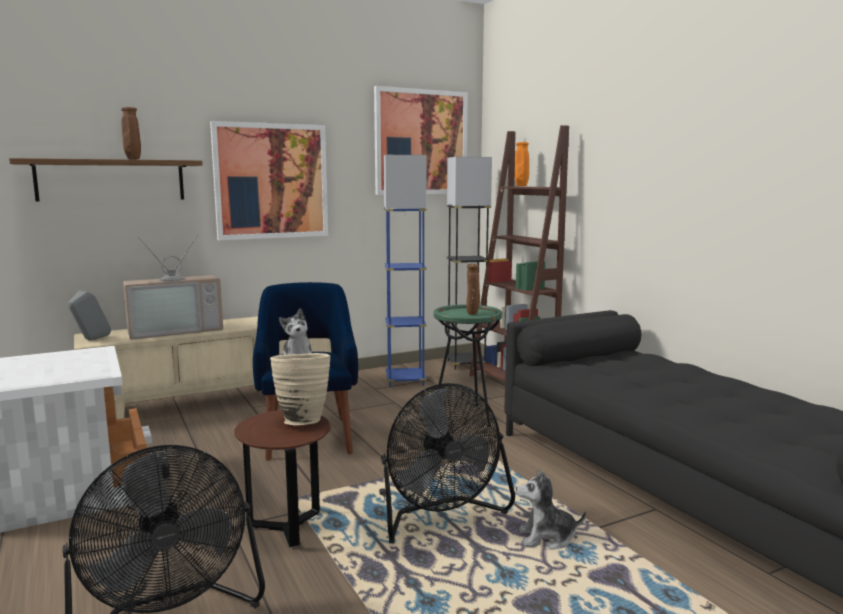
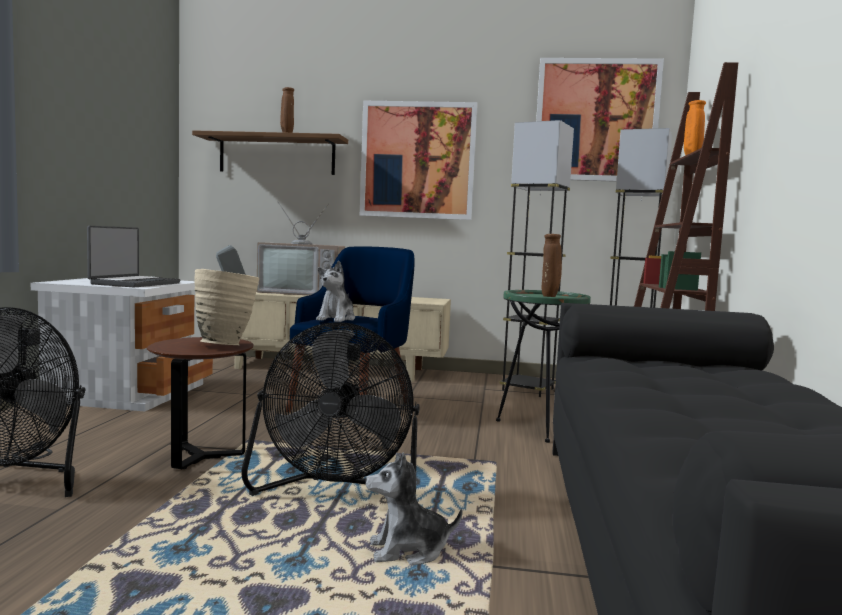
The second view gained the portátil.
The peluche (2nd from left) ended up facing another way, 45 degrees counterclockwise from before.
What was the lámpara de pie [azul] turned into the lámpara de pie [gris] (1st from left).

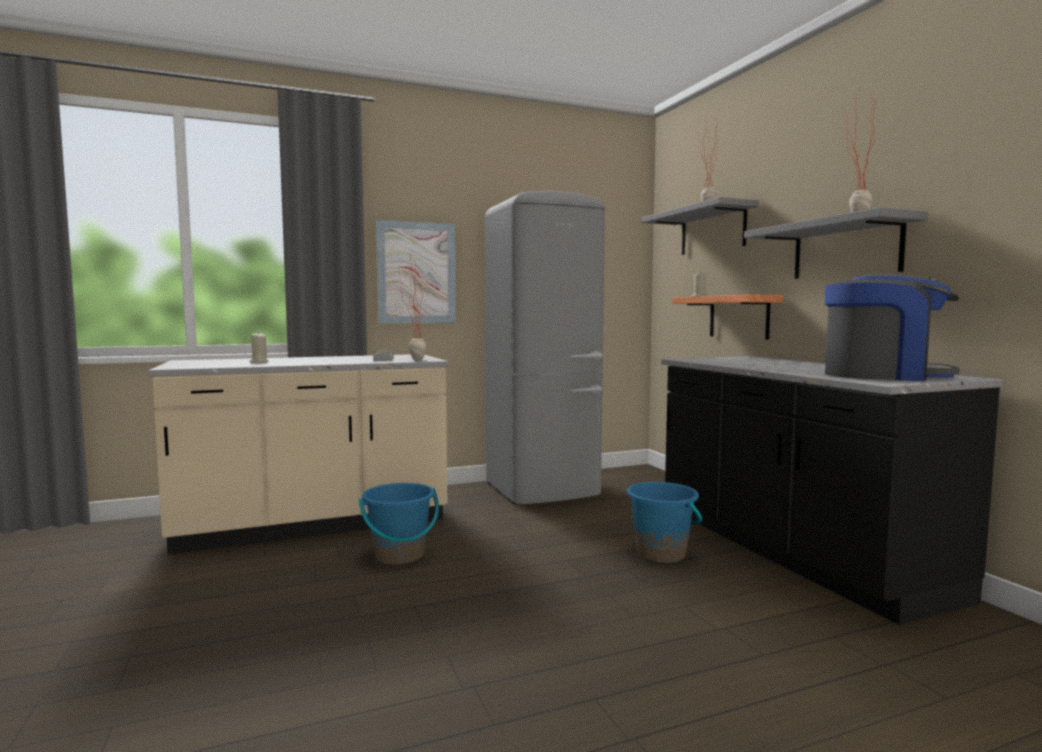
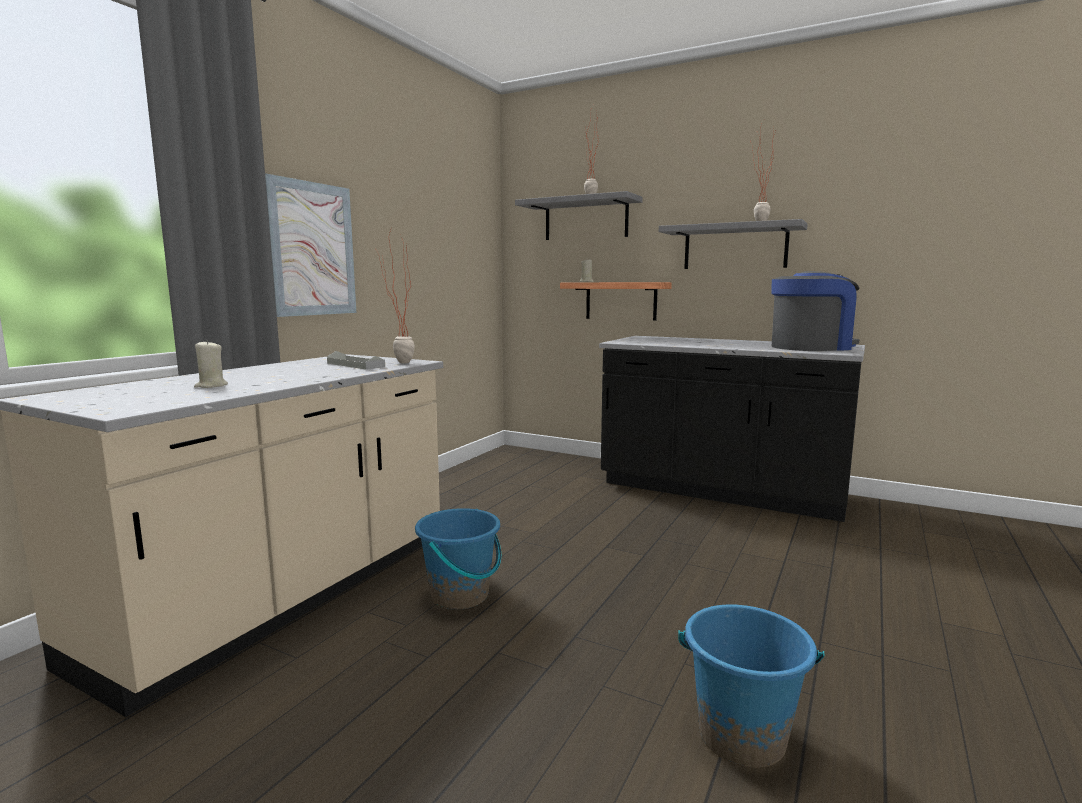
The cubo [azul] (2nd from left) ended up elsewhere.
The second view lost the nevera [gris].

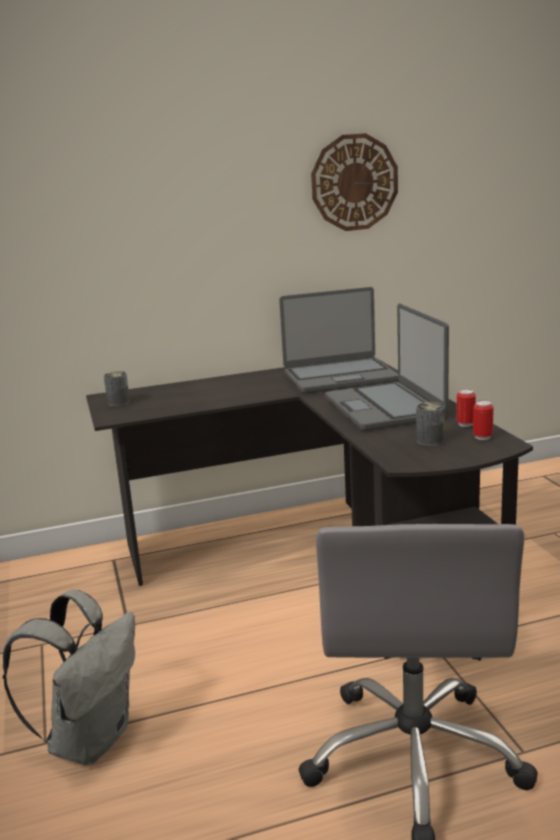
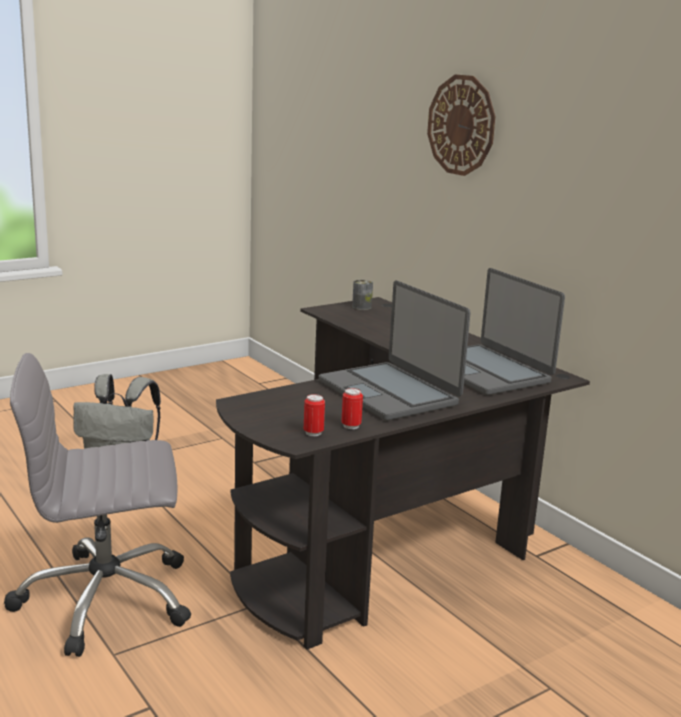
The portátil (2nd from left in the first image) ended up facing another way, 90 degrees counterclockwise from before.
The reloj de pared ended up elsewhere.
The second view lost the lata (2nd from left).

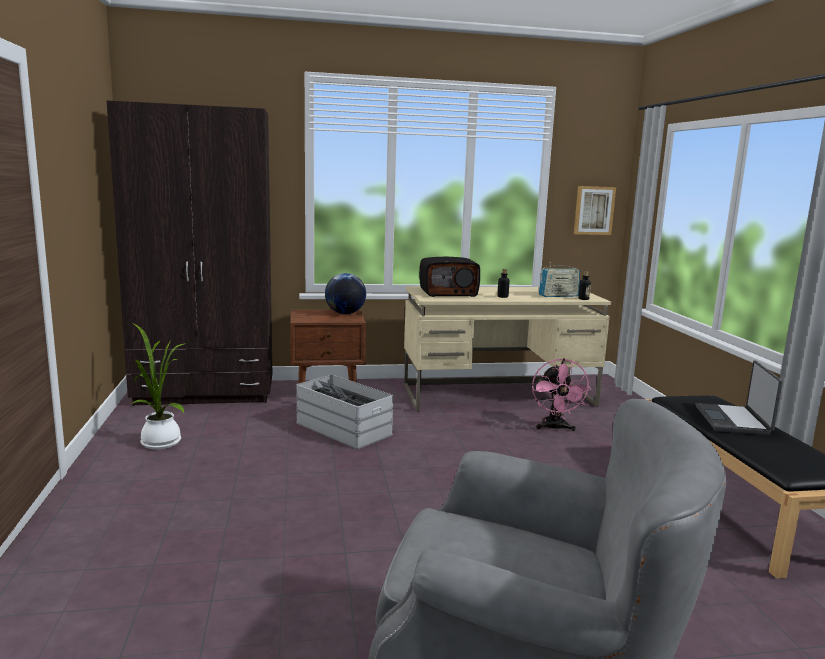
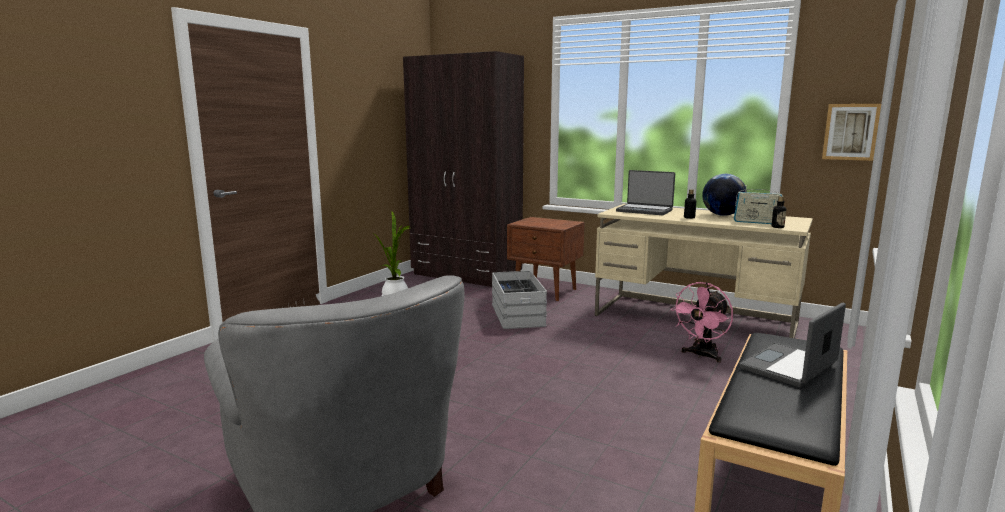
Where the radio (1st from left) stood, the portátil (1st from left) came to stand.
The globo terráqueo ended up elsewhere.

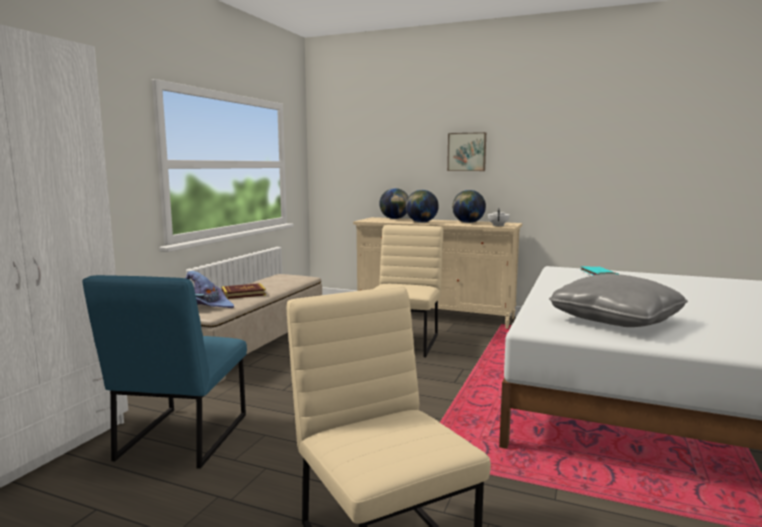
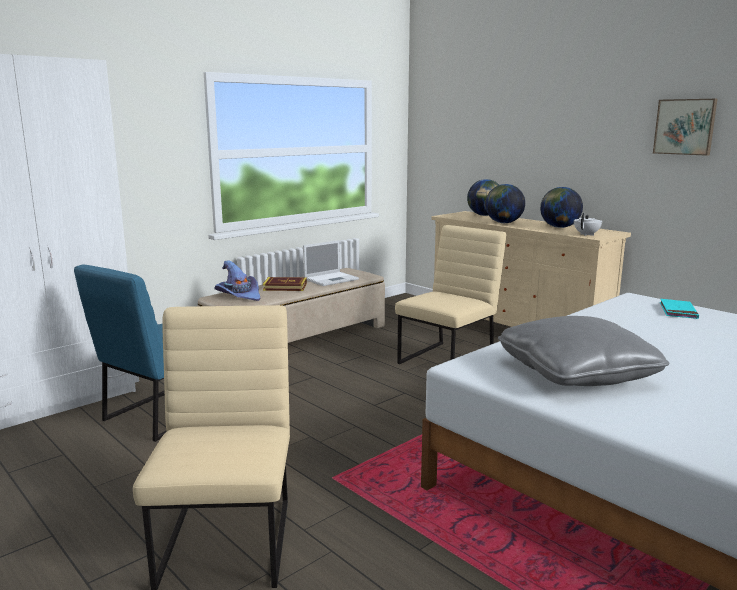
The second view gained the portátil.
The cuadro ended up elsewhere.

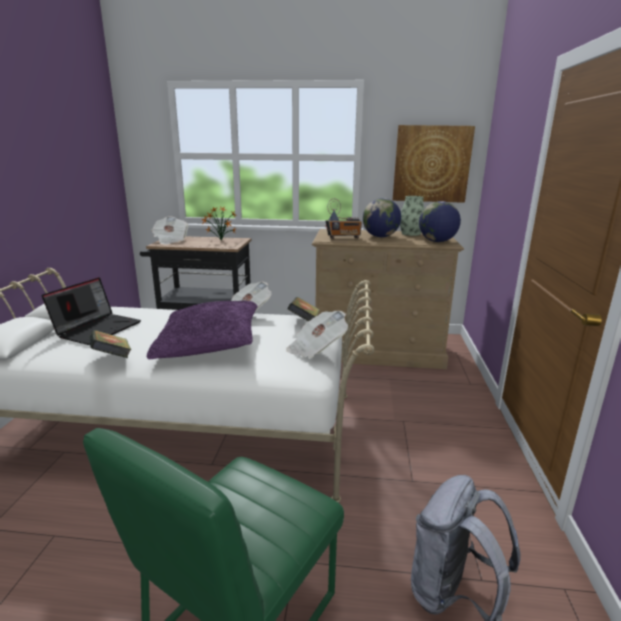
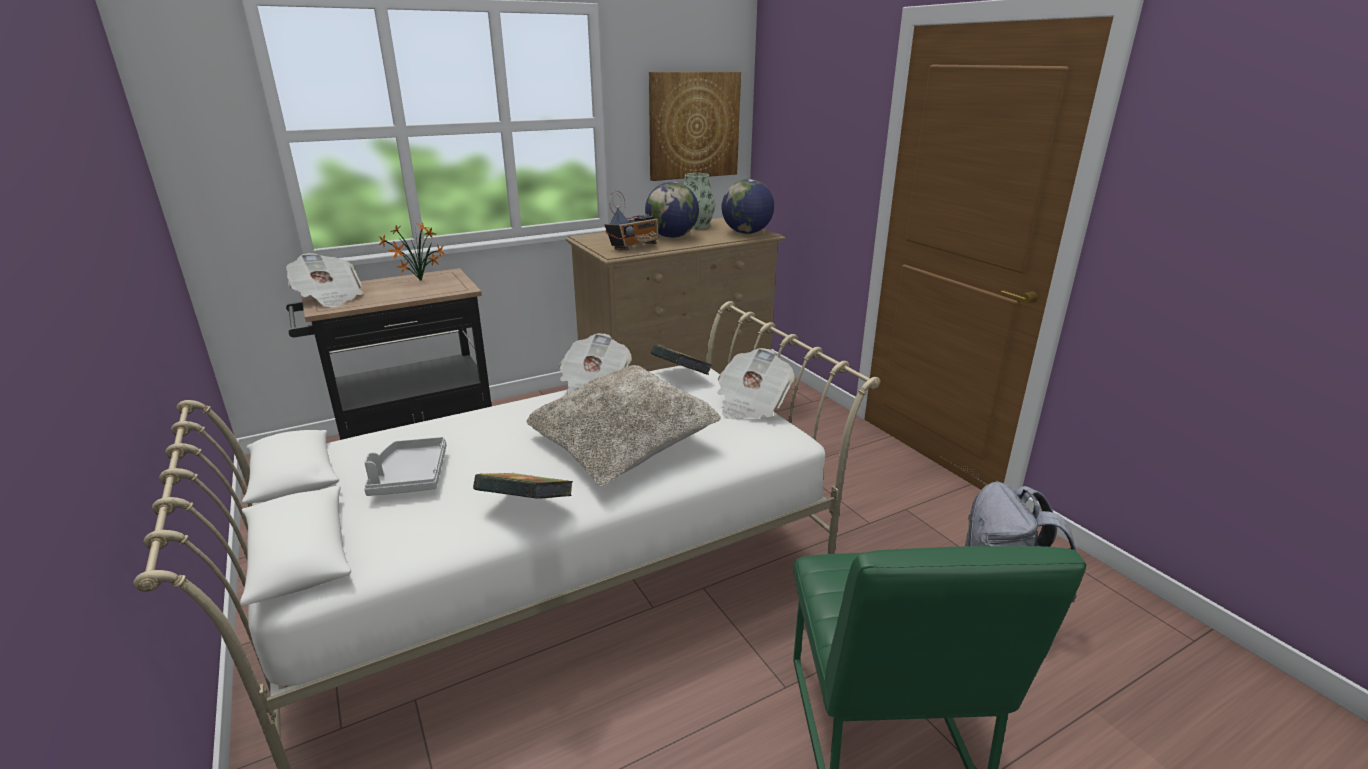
Where the portátil stood, the bandeja [gris] came to stand.
What was the cojín [morado] turned into the cojín [beis].

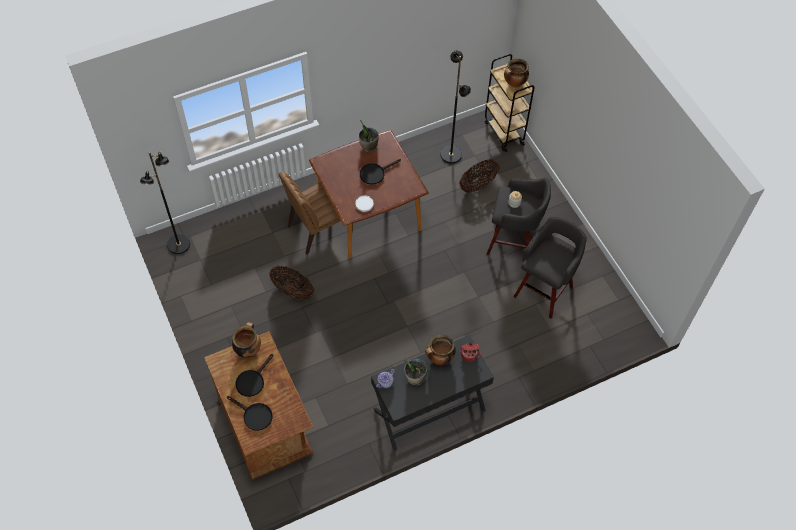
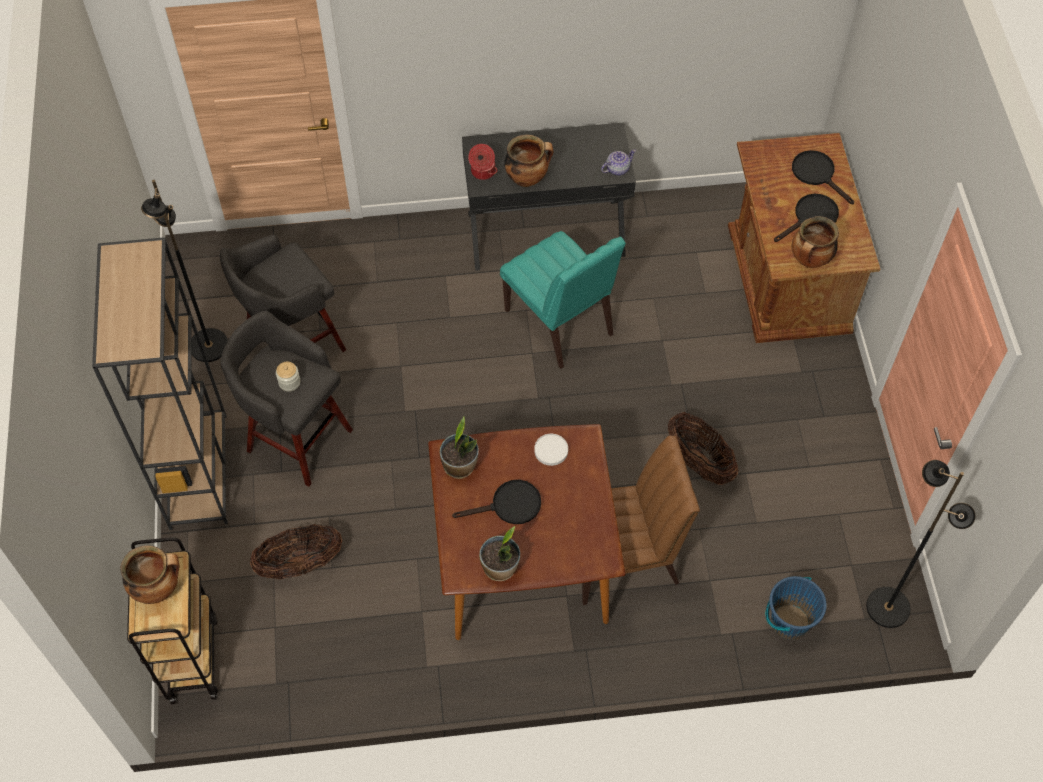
The second view gained the estantería.
The lámpara de pie [negro] (2nd from left in the first image) ended up elsewhere.
The planta en maceta (2nd from left in the first image) ended up elsewhere.
The second view gained the silla [turquesa].
The second view gained the cubo [azul].

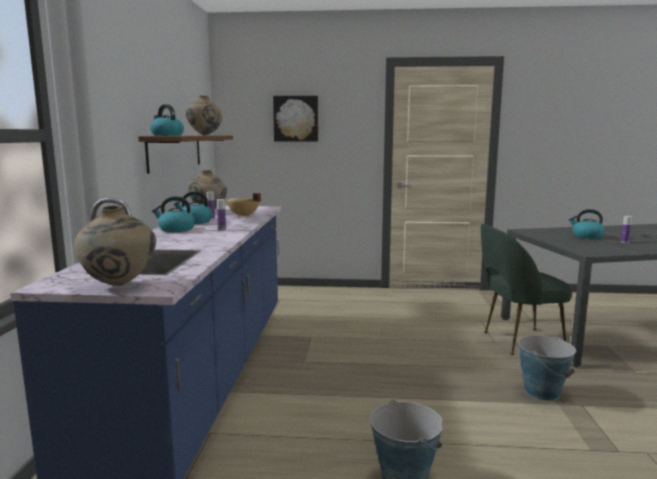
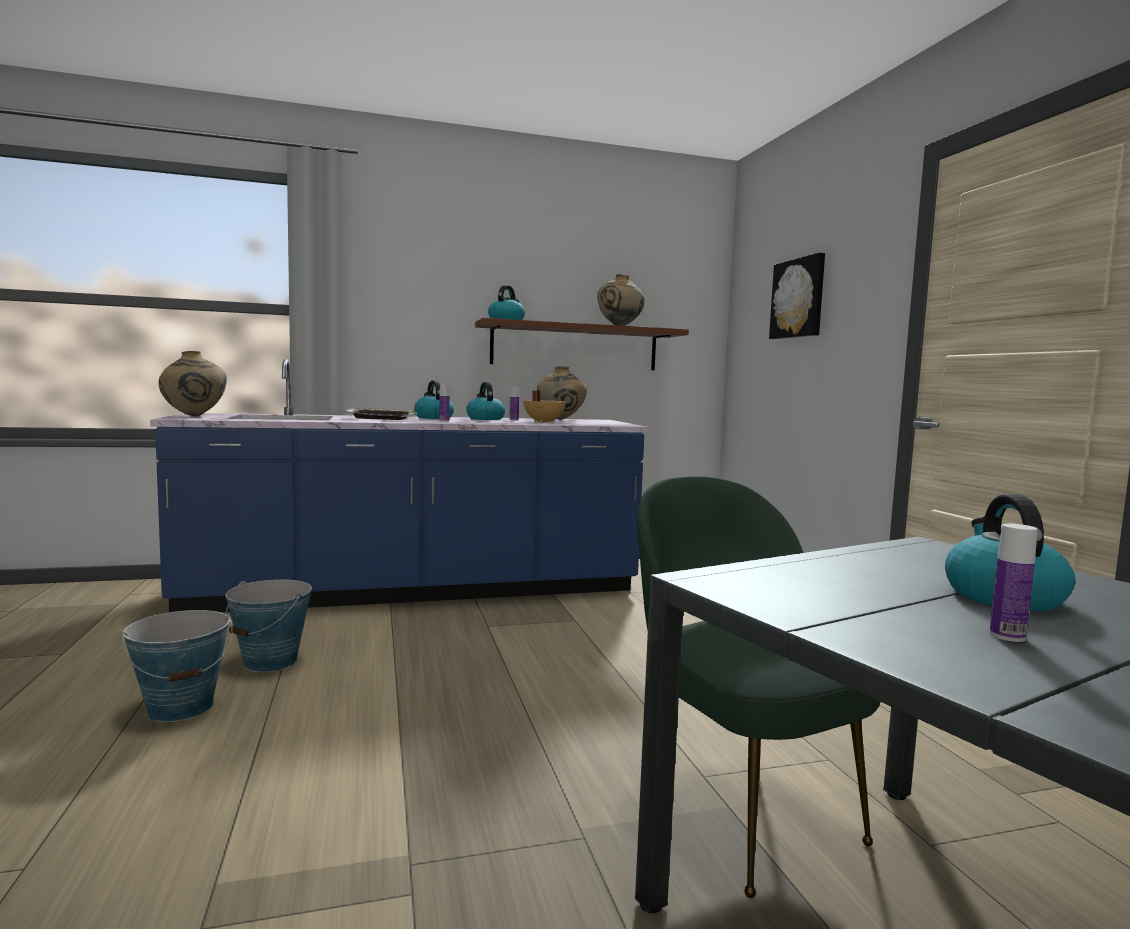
The cubo (2nd from left) ended up elsewhere.
The second view gained the bandeja.

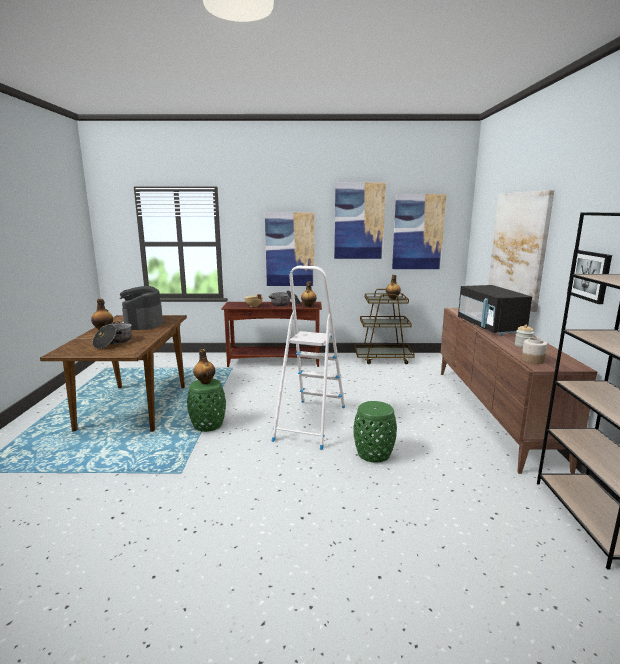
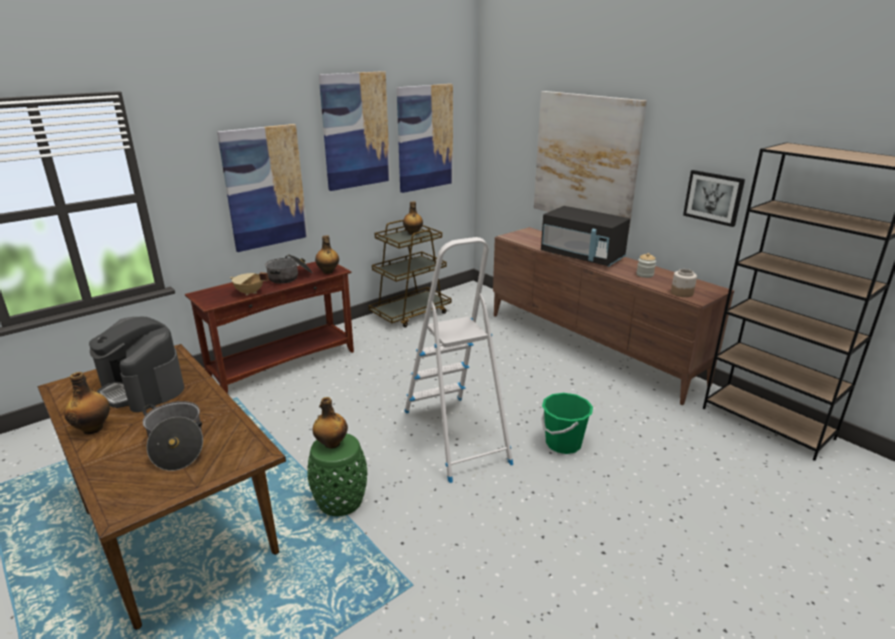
Where the taburete [verde] (2nd from left) stood, the cubo [verde] came to stand.

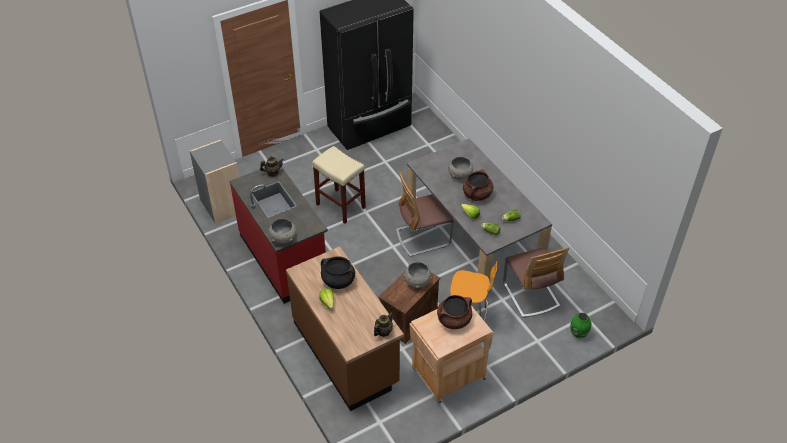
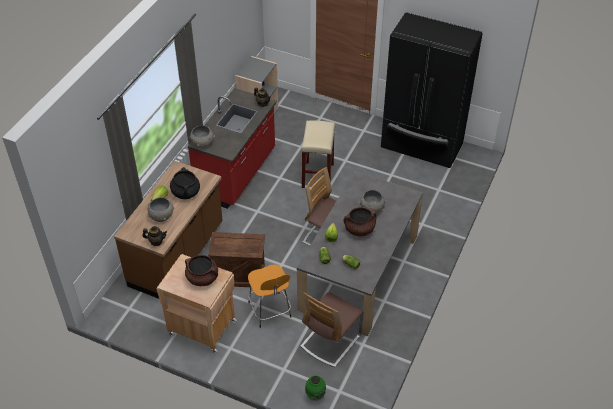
The cuenco [gris] (2nd from left in the first image) ended up elsewhere.

